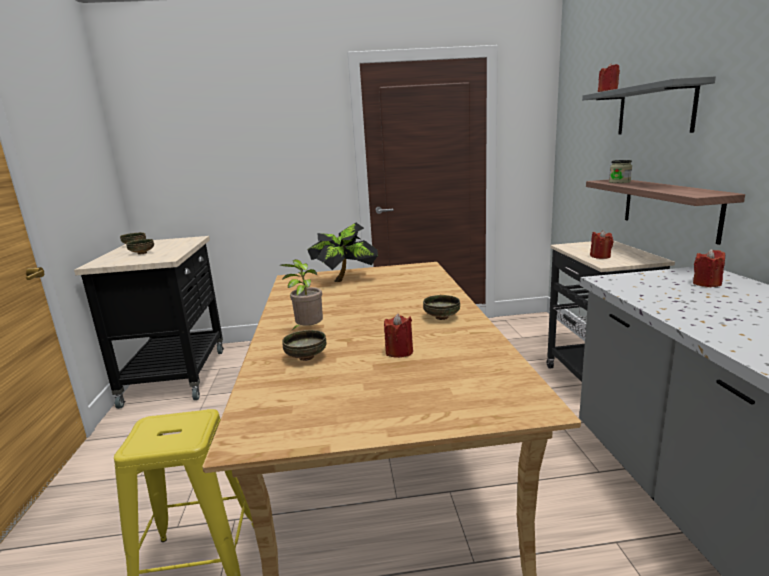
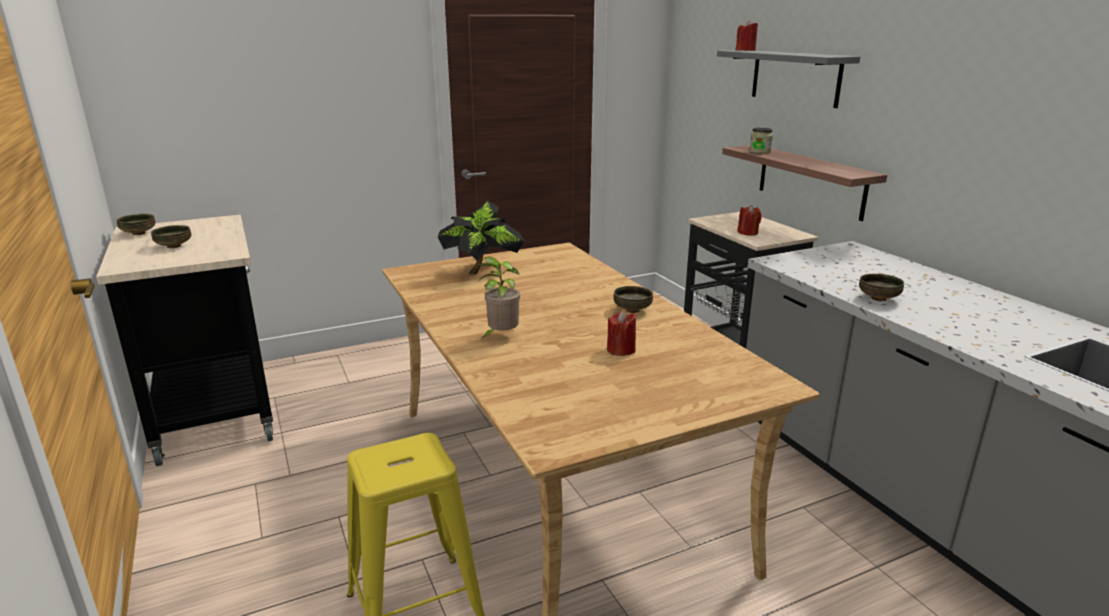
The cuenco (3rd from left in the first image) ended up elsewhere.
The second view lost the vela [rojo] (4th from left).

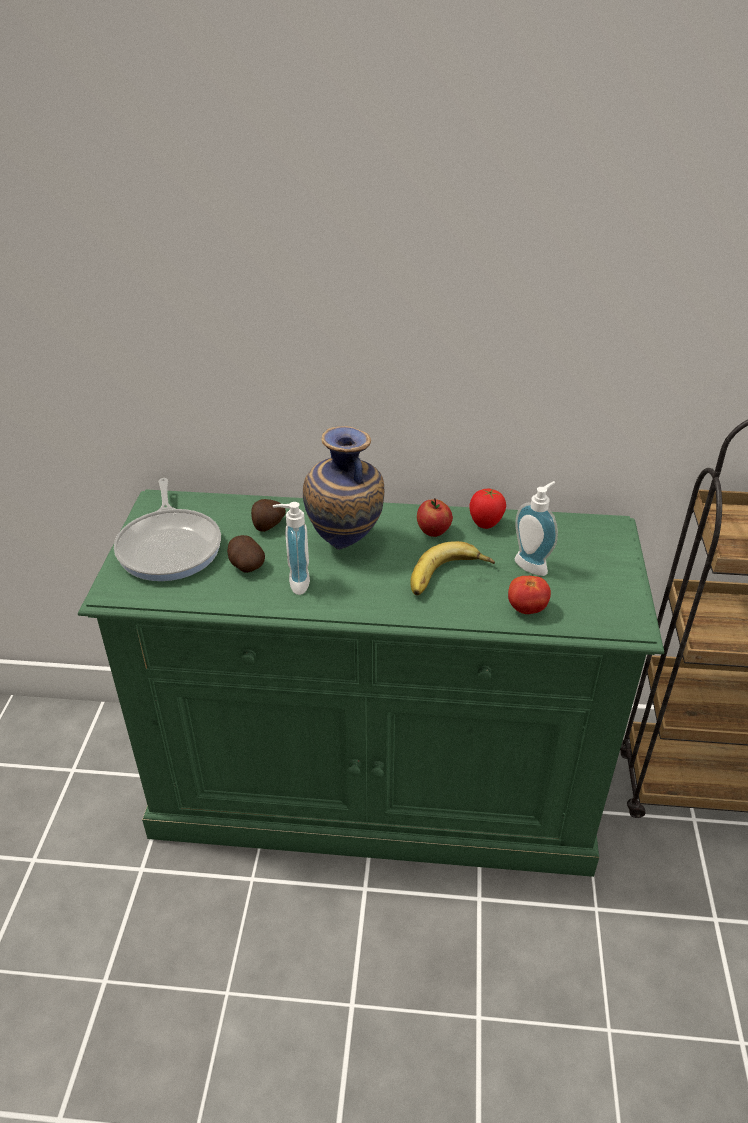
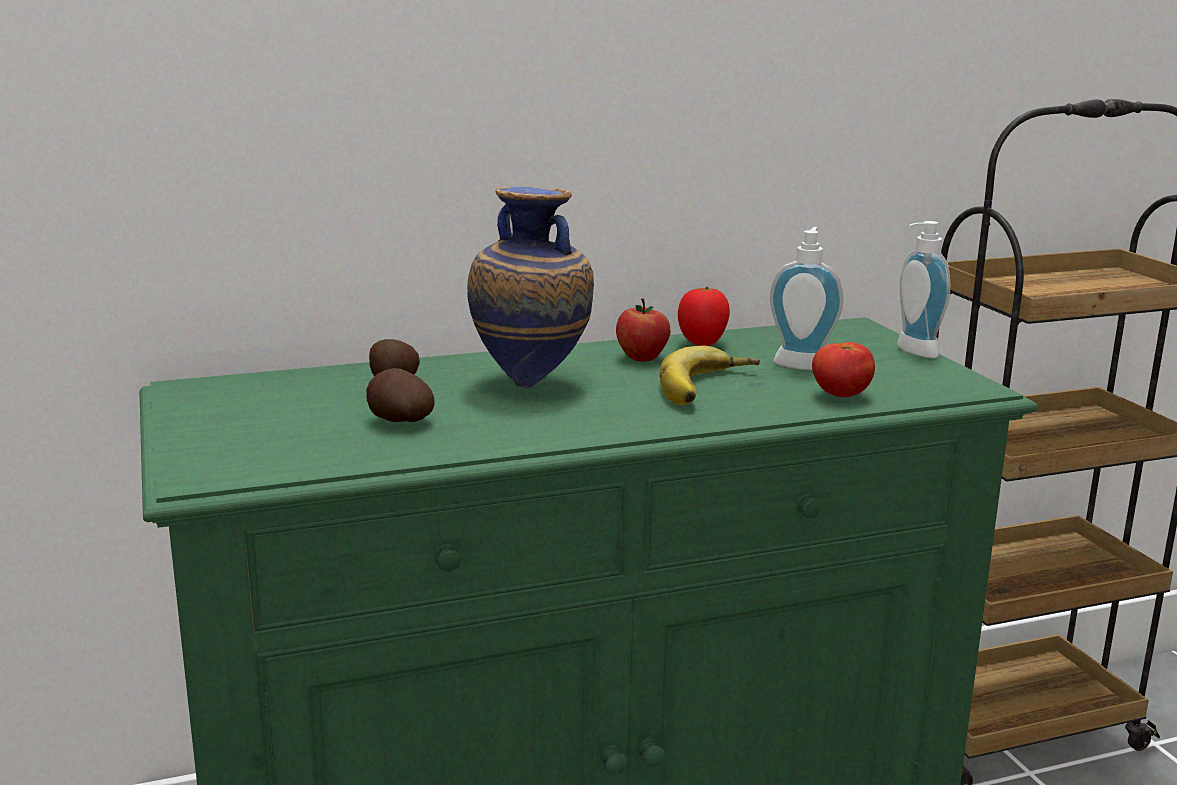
The dispensador de jabón (1st from left in the first image) ended up elsewhere.
The second view lost the sartén.

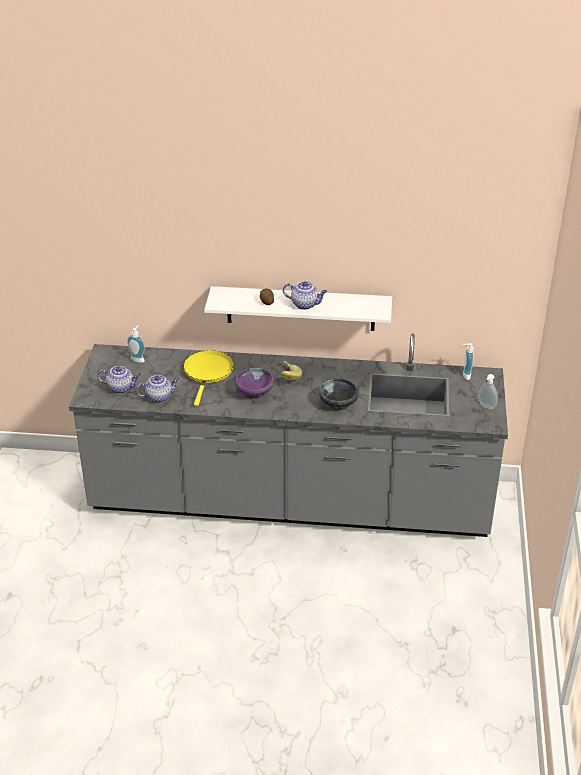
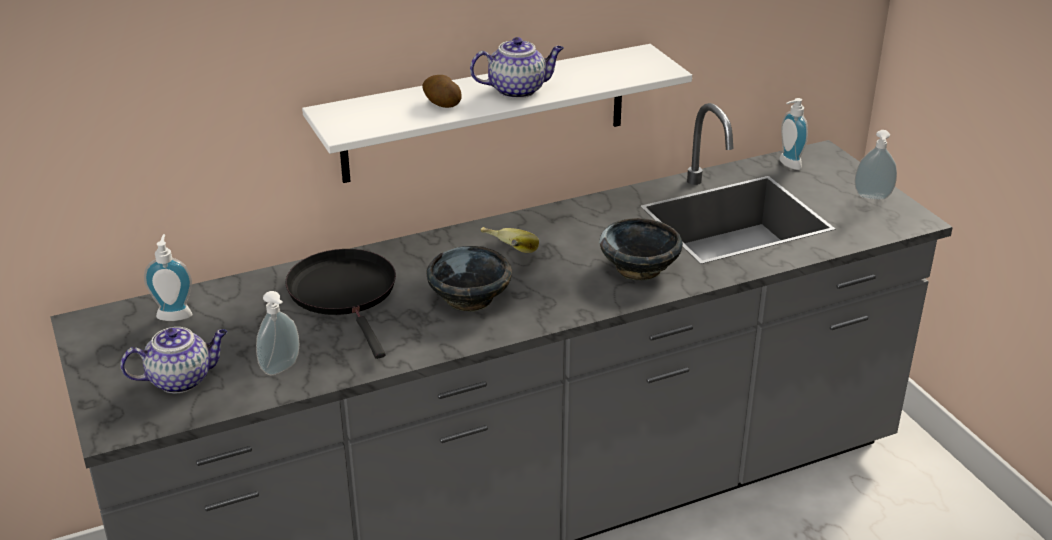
Where the tetera (2nd from left) stood, the dispensador de jabón (2nd from left) came to stand.
What was the sartén [amarillo] turned into the sartén [negro].
What was the cuenco [morado] turned into the cuenco [negro] (1st from left).

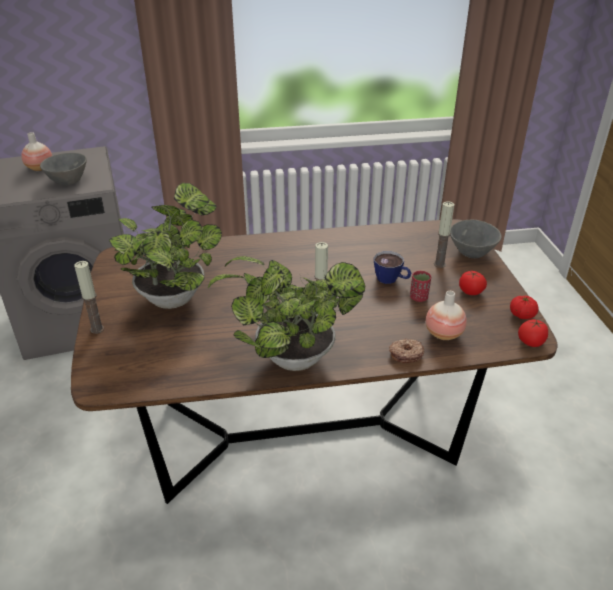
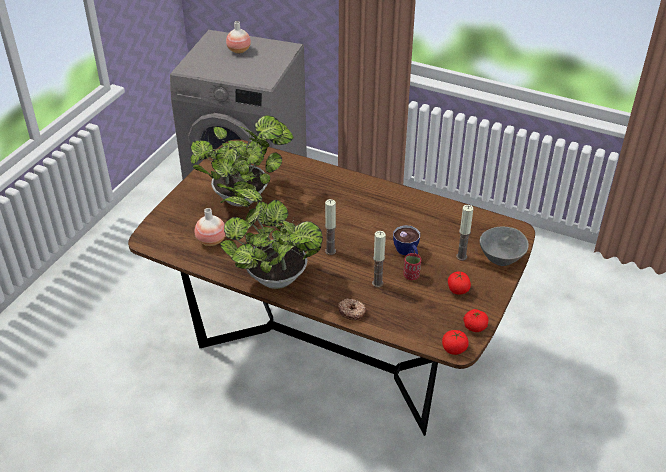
The florero (2nd from left in the first image) ended up elsewhere.
The vela (1st from left in the first image) ended up elsewhere.
The second view lost the cuenco [gris] (1st from left).

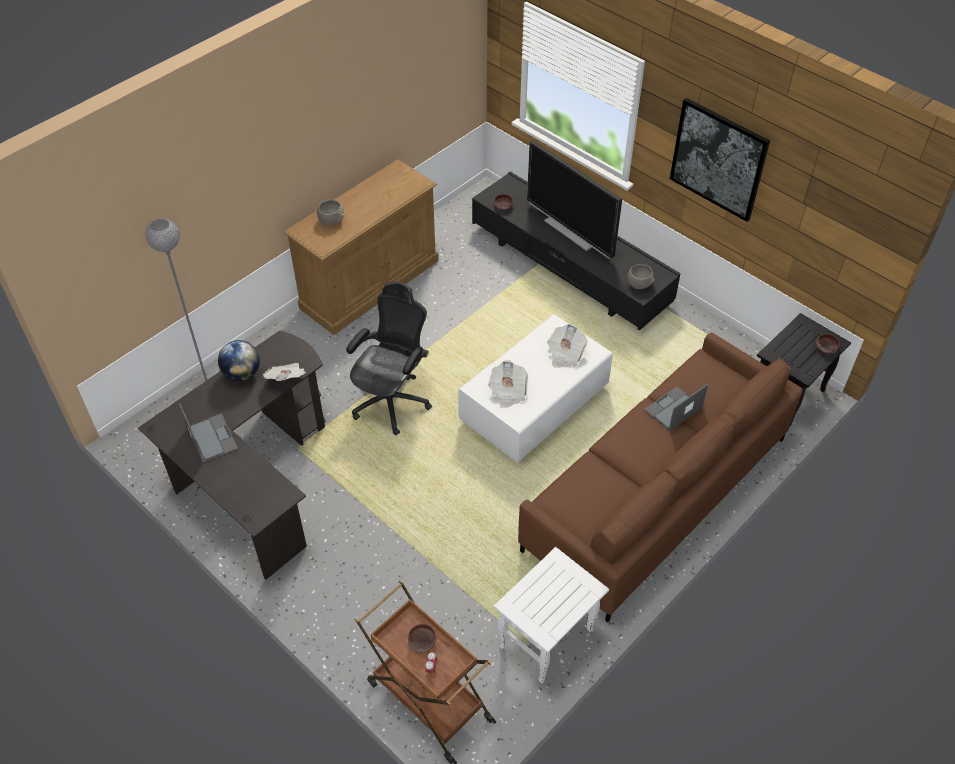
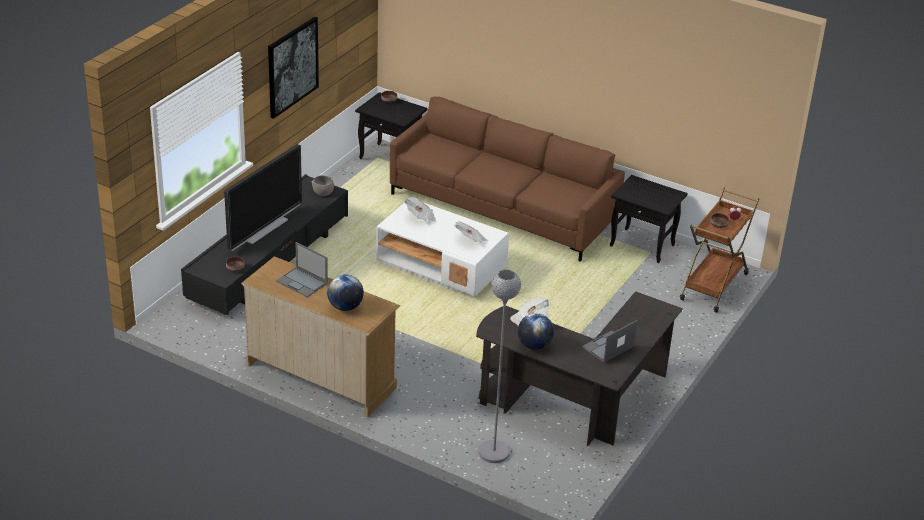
The portátil (2nd from left in the first image) ended up elsewhere.
Where the cuenco [gris] (1st from left) stood, the globo terráqueo (1st from left) came to stand.
What was the mesa auxiliar [blanco] turned into the mesa auxiliar [negro] (2nd from left).
The second view lost the silla de oficina.

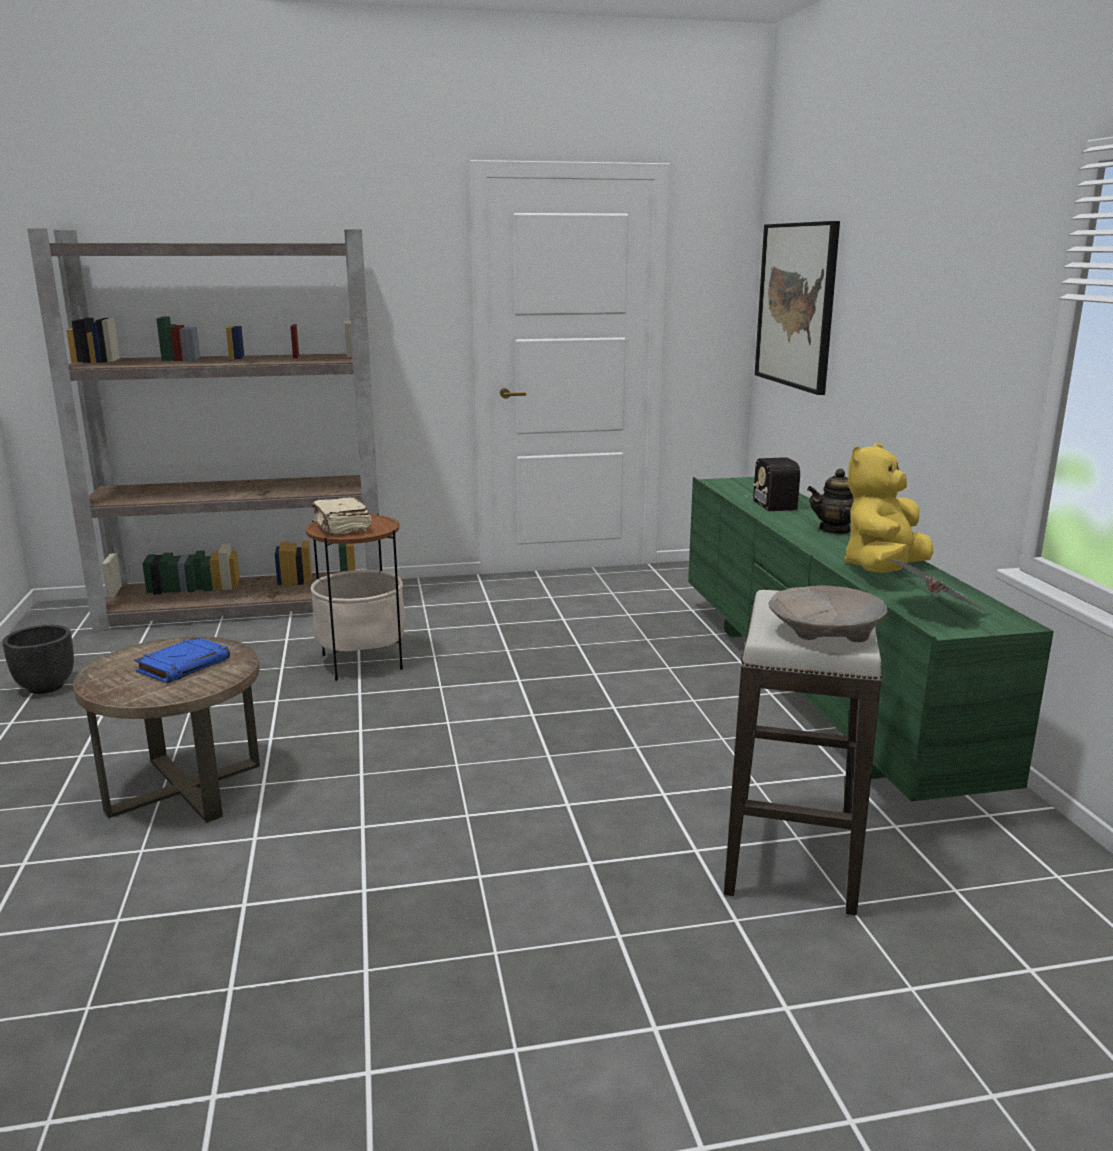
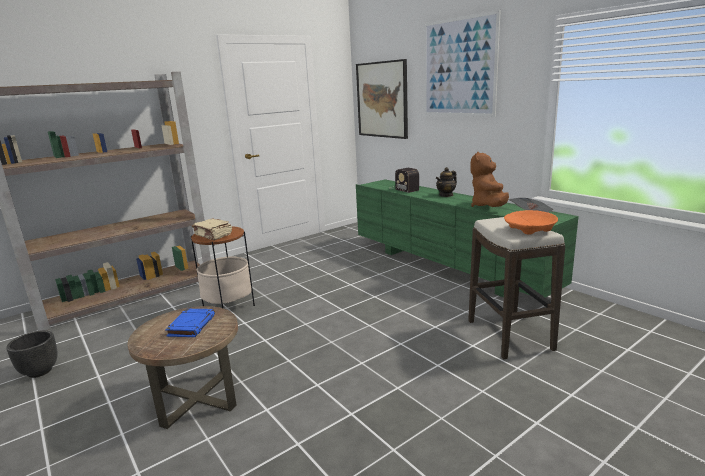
The second view gained the cuadro (2nd from left).
What was the peluche [amarillo] turned into the peluche [marrón].
What was the cuenco [beis] turned into the cuenco [naranja].

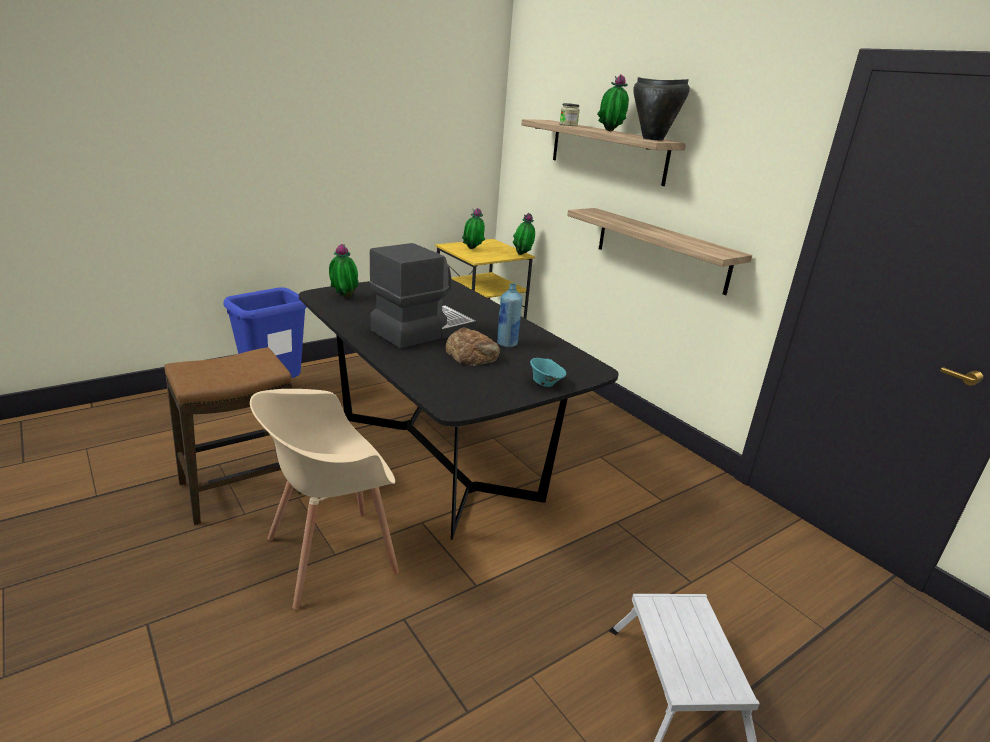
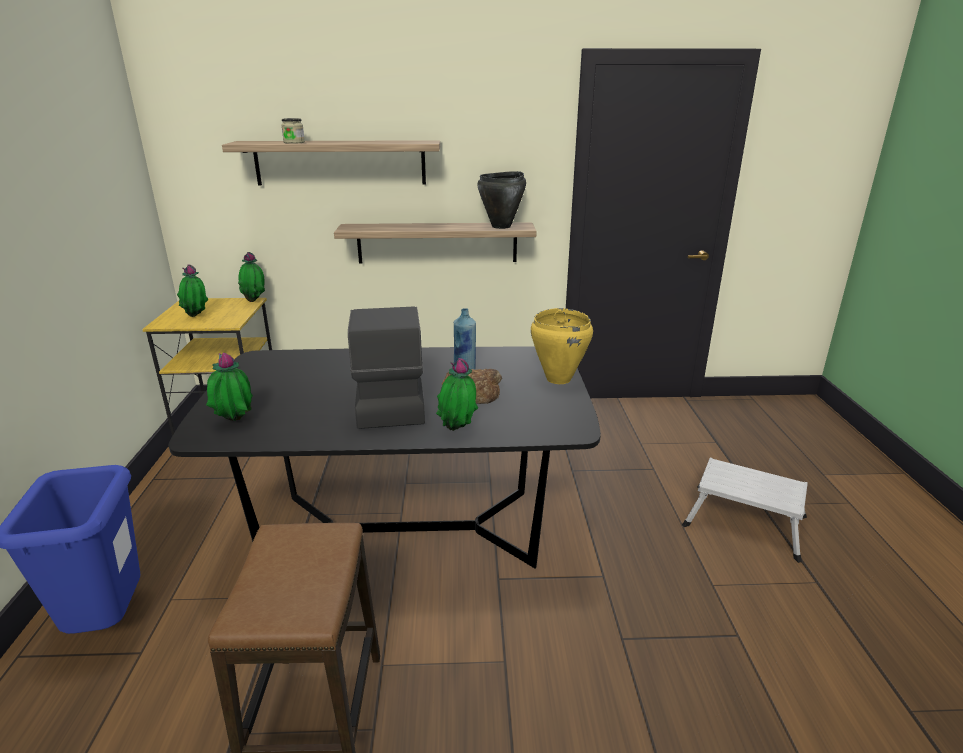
The planta en maceta (4th from left) ended up elsewhere.
The olla [negro] ended up elsewhere.
Where the cuenco [turquesa] stood, the olla [amarillo] came to stand.
The second view lost the silla [beis].

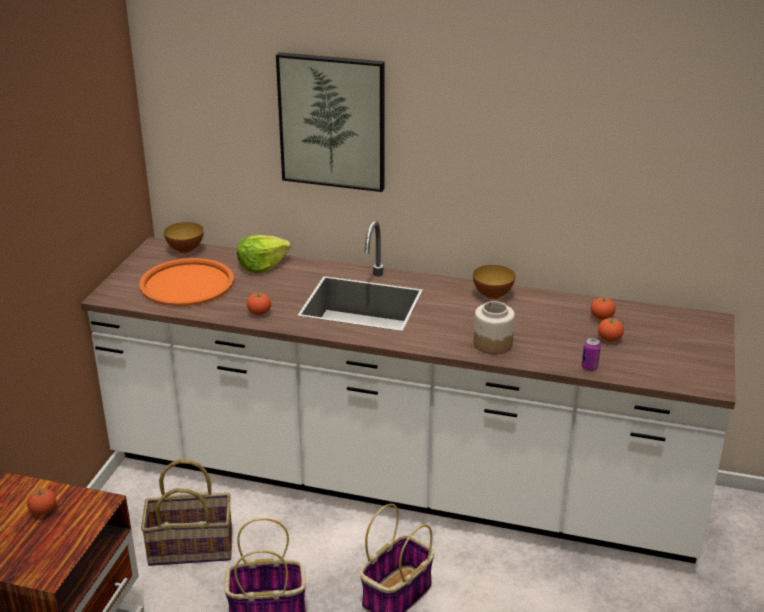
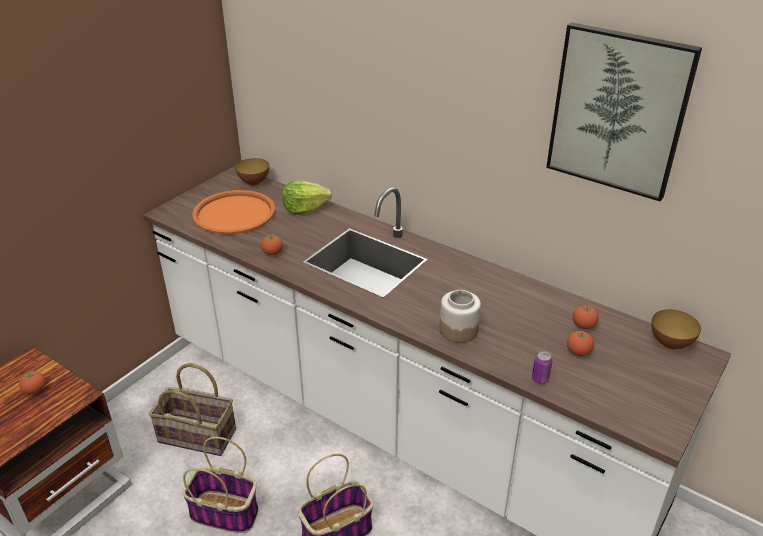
The cuadro ended up elsewhere.
The cuenco (2nd from left) ended up elsewhere.

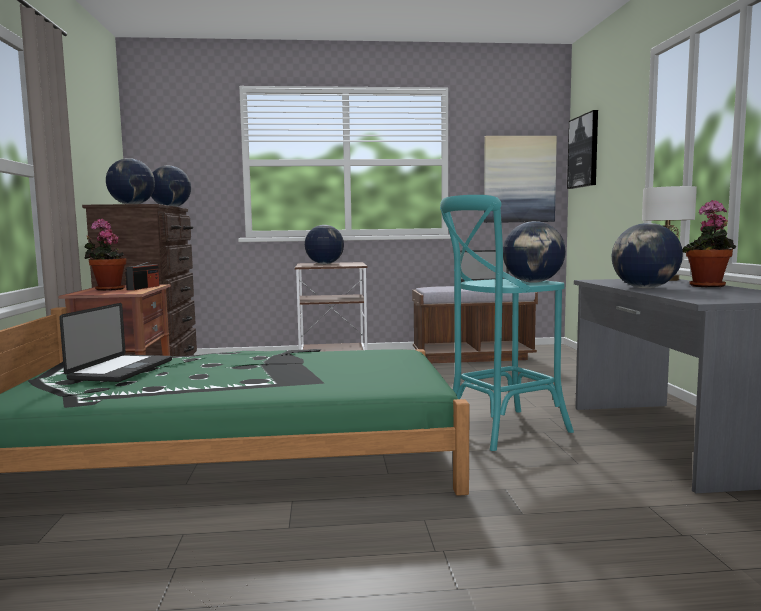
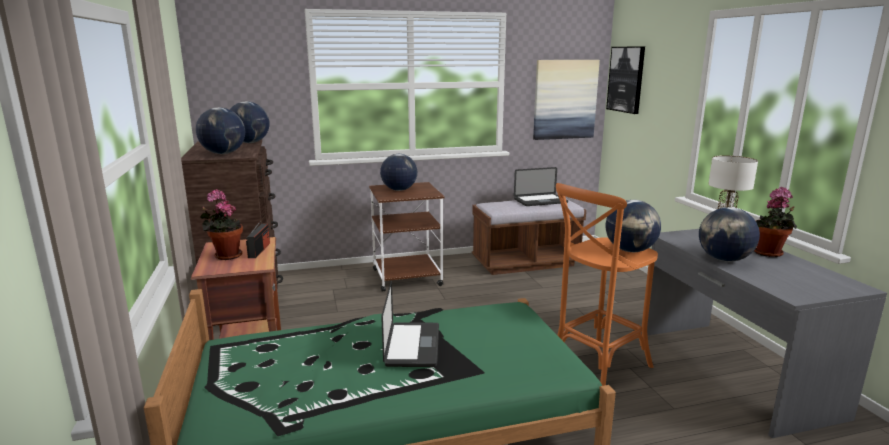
The portátil (1st from left) ended up elsewhere.
What was the taburete [turquesa] turned into the taburete [naranja].

